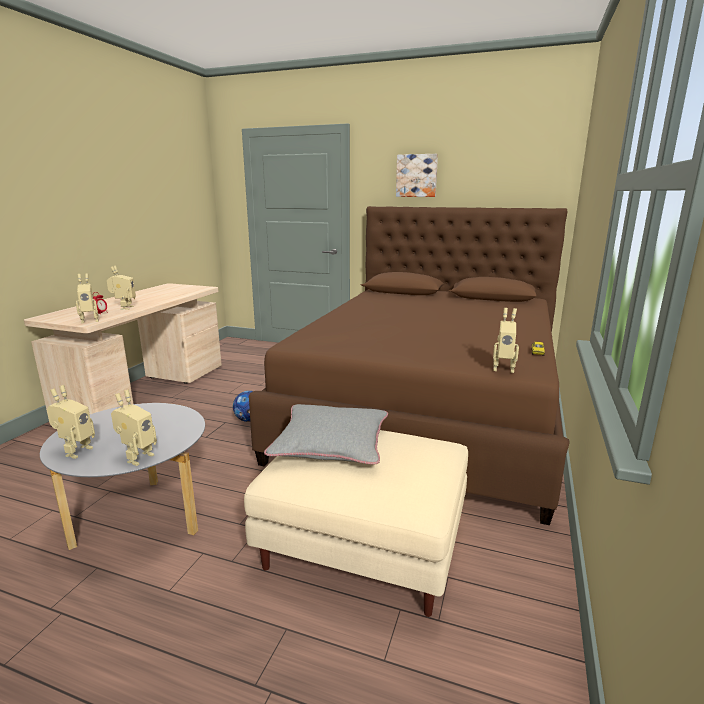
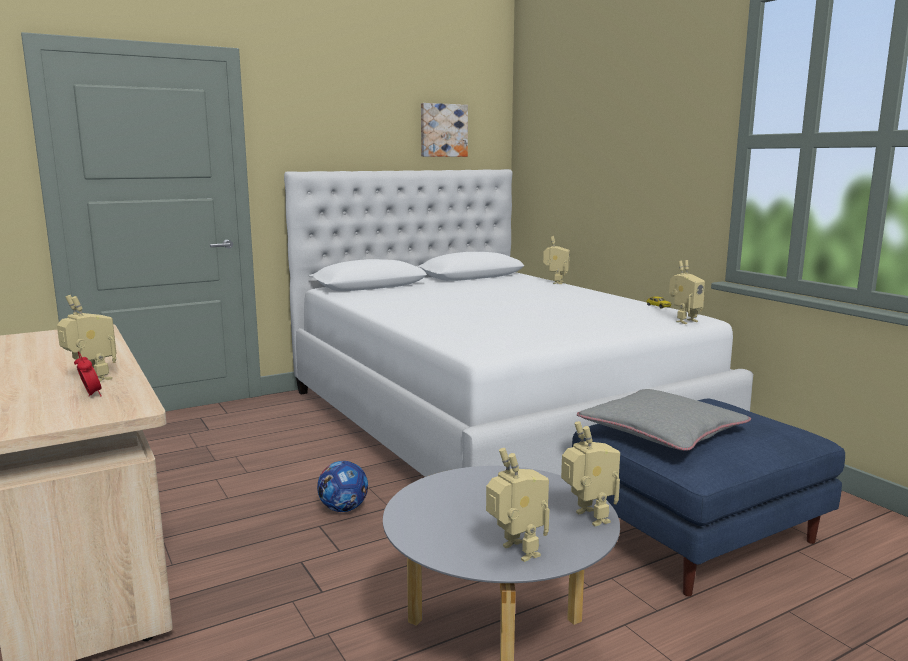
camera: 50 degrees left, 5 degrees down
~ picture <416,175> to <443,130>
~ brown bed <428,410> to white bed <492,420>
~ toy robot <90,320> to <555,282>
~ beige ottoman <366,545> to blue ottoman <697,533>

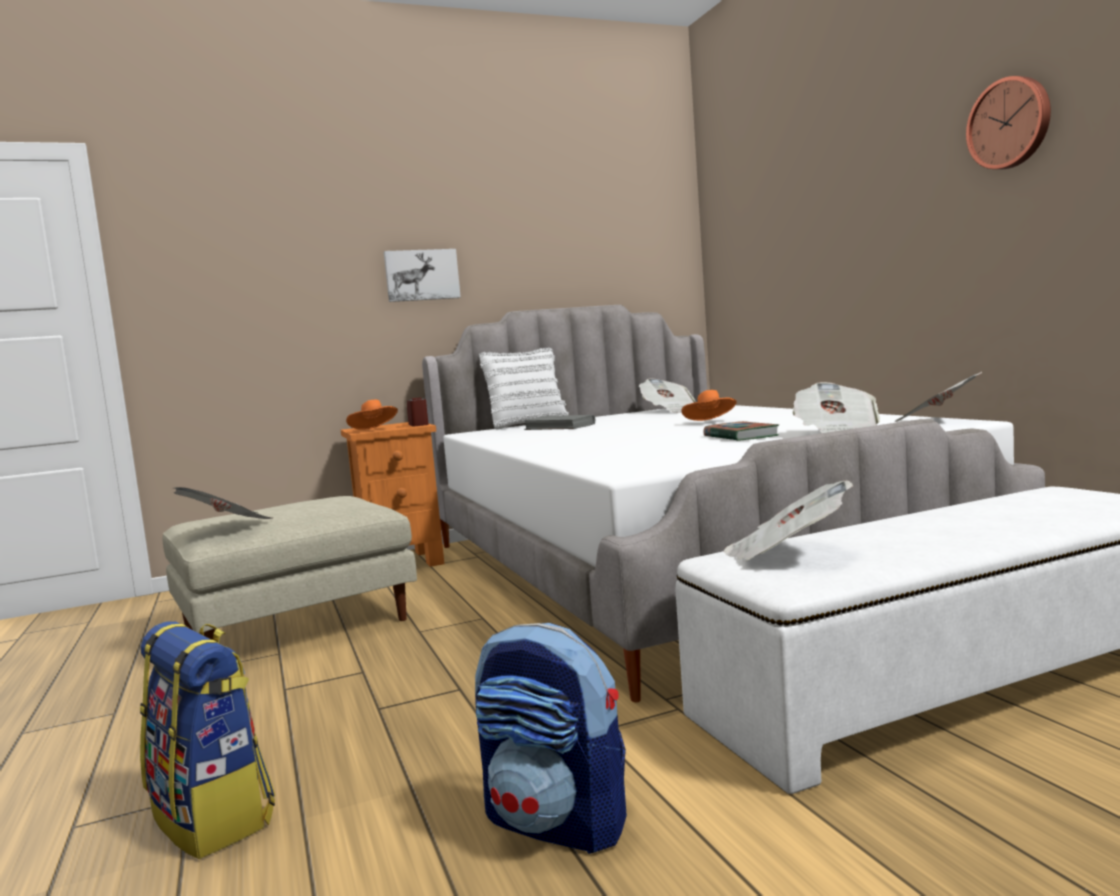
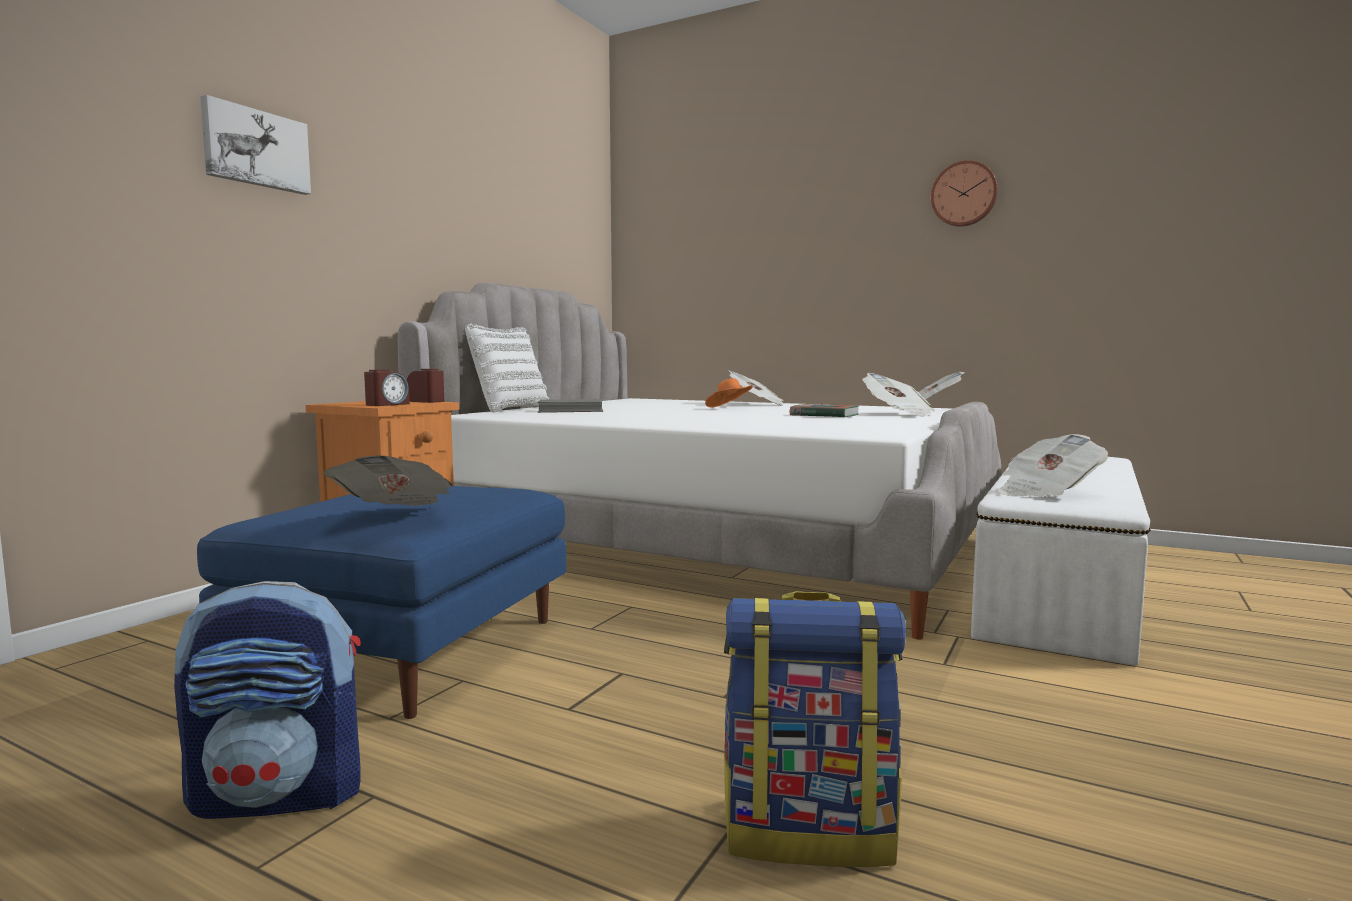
camera: 40 degrees left, 0 degrees up
~ picture <422,275> to <255,148>
~ newspaper <669,411> to <757,404>
~ orange hat <374,430> to alarm clock <387,404>
~ beige ottoman <298,624> to blue ottoman <409,649>
~ backpack <558,822> to <281,795>

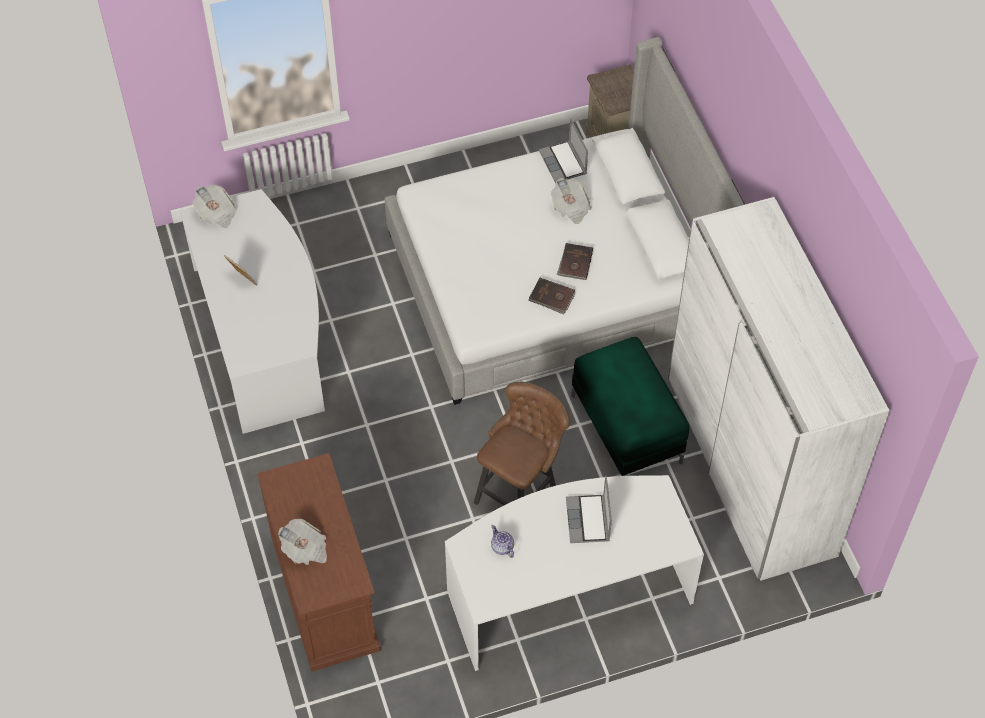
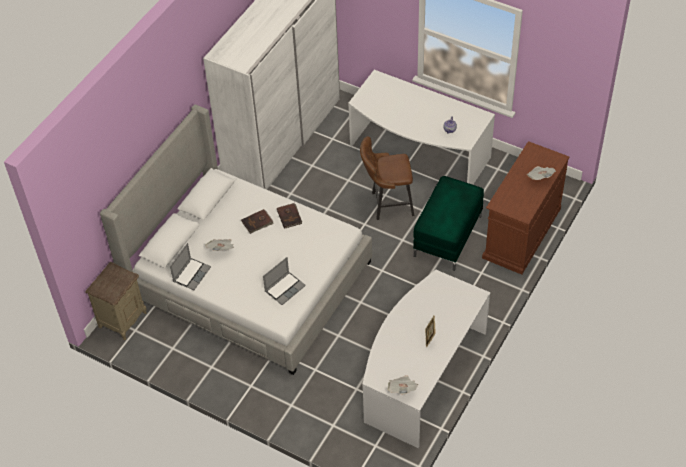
camera: 130 degrees left, 5 degrees down
~ green ottoman <627,429> to <447,235>
~ laptop <588,520> to <285,288>

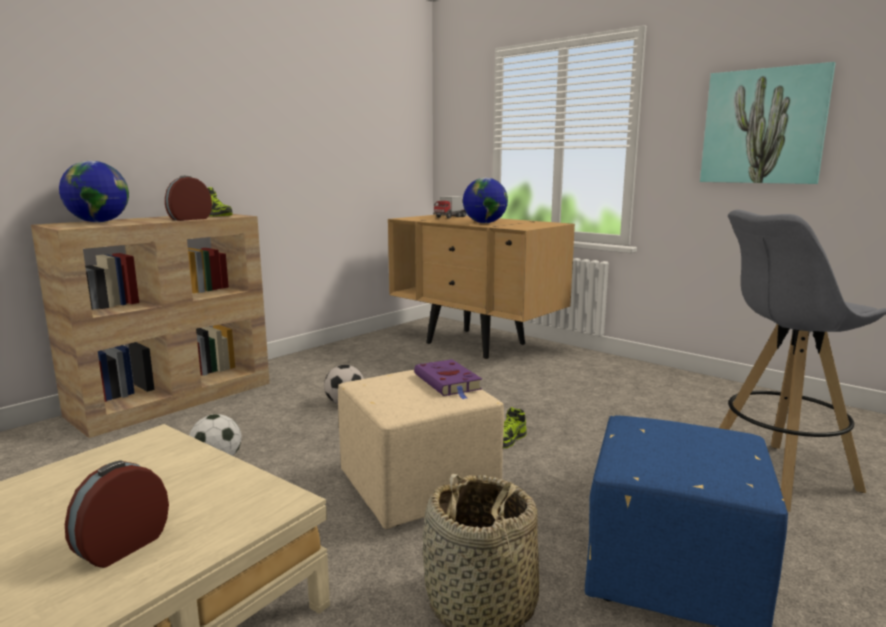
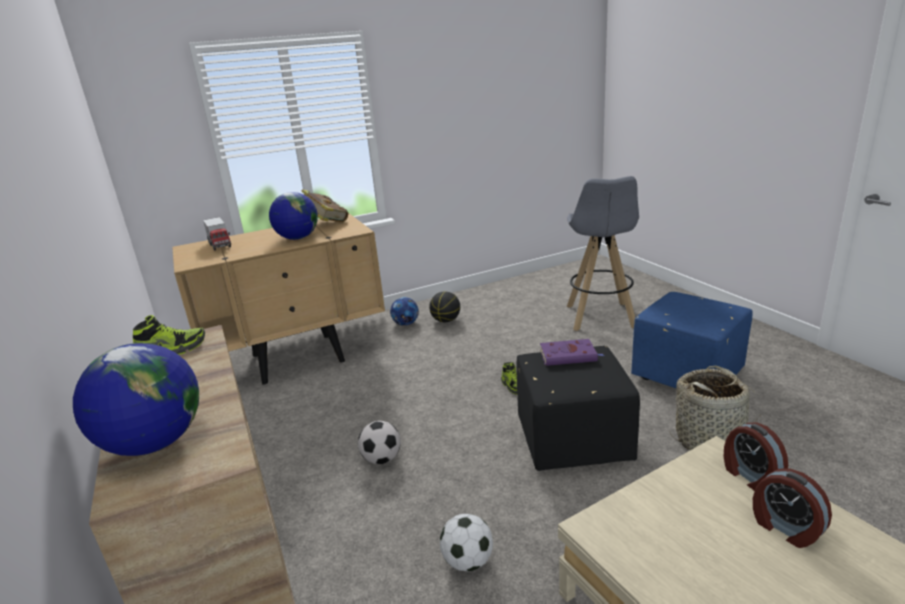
camera: 65 degrees left, 10 degrees up
- picture <763,126>
~ alarm clock <189,219> to <750,476>
~ beige ottoman <420,490> to black ottoman <573,440>
+ book <326,223>
+ basketball <445,320>
+ football <406,324>

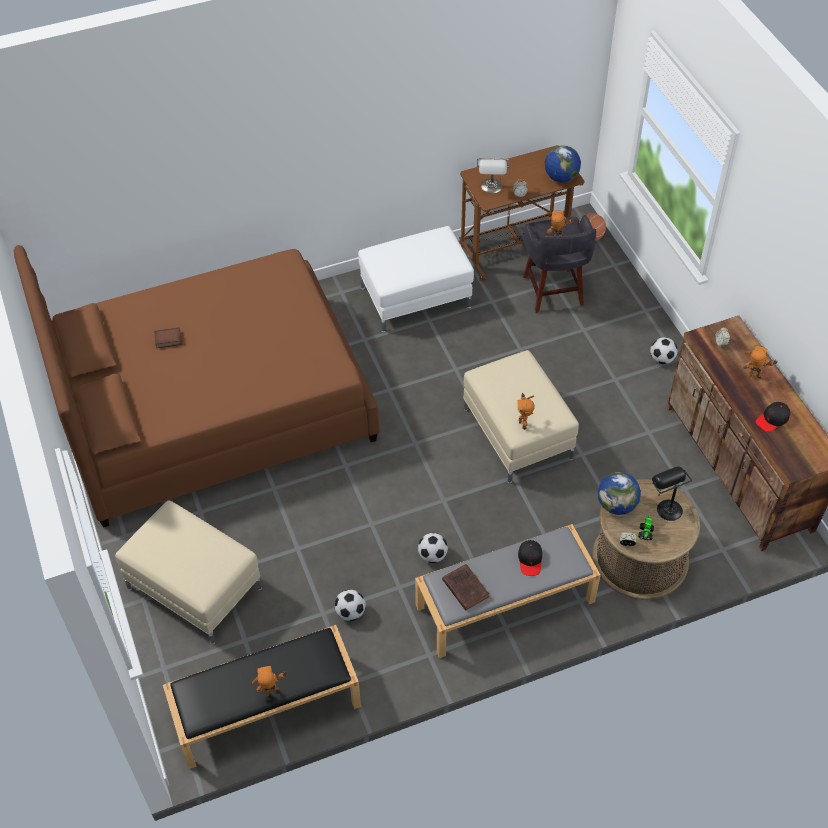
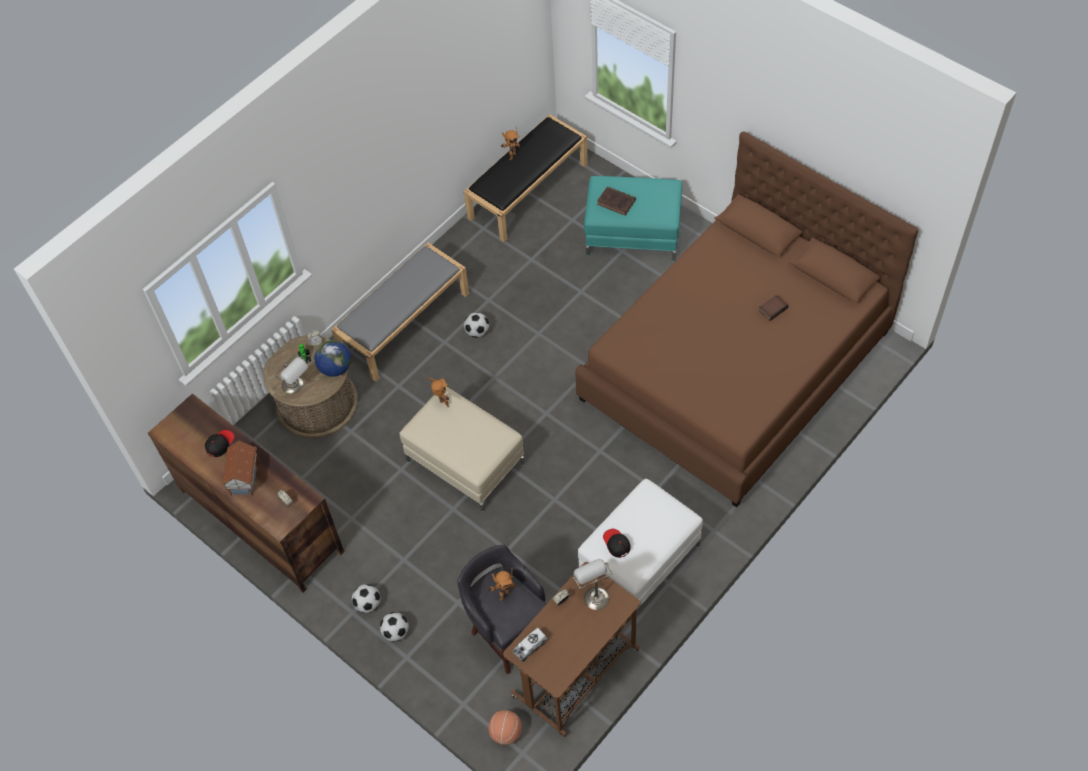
camera: 155 degrees right, 5 degrees up
~ globe <561,177> to toy truck <530,647>
~ toy robot <755,378> to toy house <245,478>
~ black table lamp <666,506> to white table lamp <296,386>
~ beige ottoman <193,588> to turquoise ottoman <633,233>
~ black cap <530,560> to <616,544>
~ brown book <464,587> to <617,203>
~ football <350,612> to <396,632>

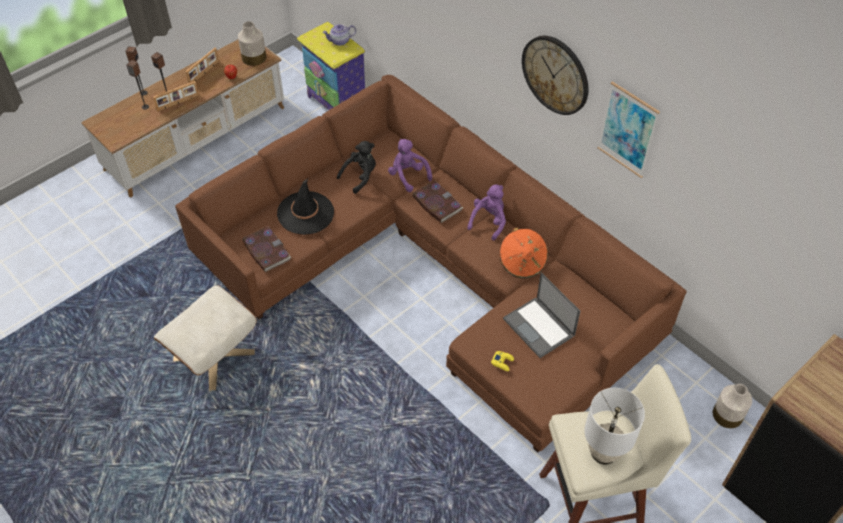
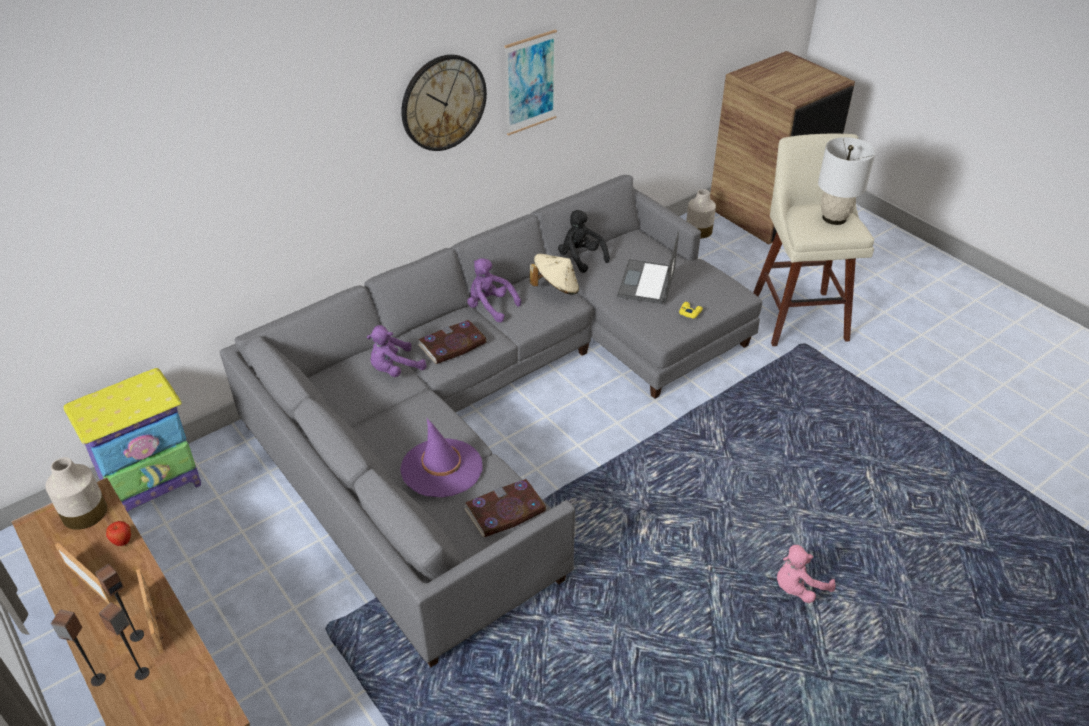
camera: 85 degrees left, 10 degrees down
- teapot <340,41>
~ brown sofa <433,265> to grey sofa <497,402>
~ black plush toy <360,176> to <580,258>
~ black hat <305,213> to purple hat <441,468>
~ orange hat <522,263> to beige hat <556,288>
~ laptop <539,327> = <646,283> 135 degrees clockwise
- beige ottoman <214,355>
+ pink plush toy <798,587>

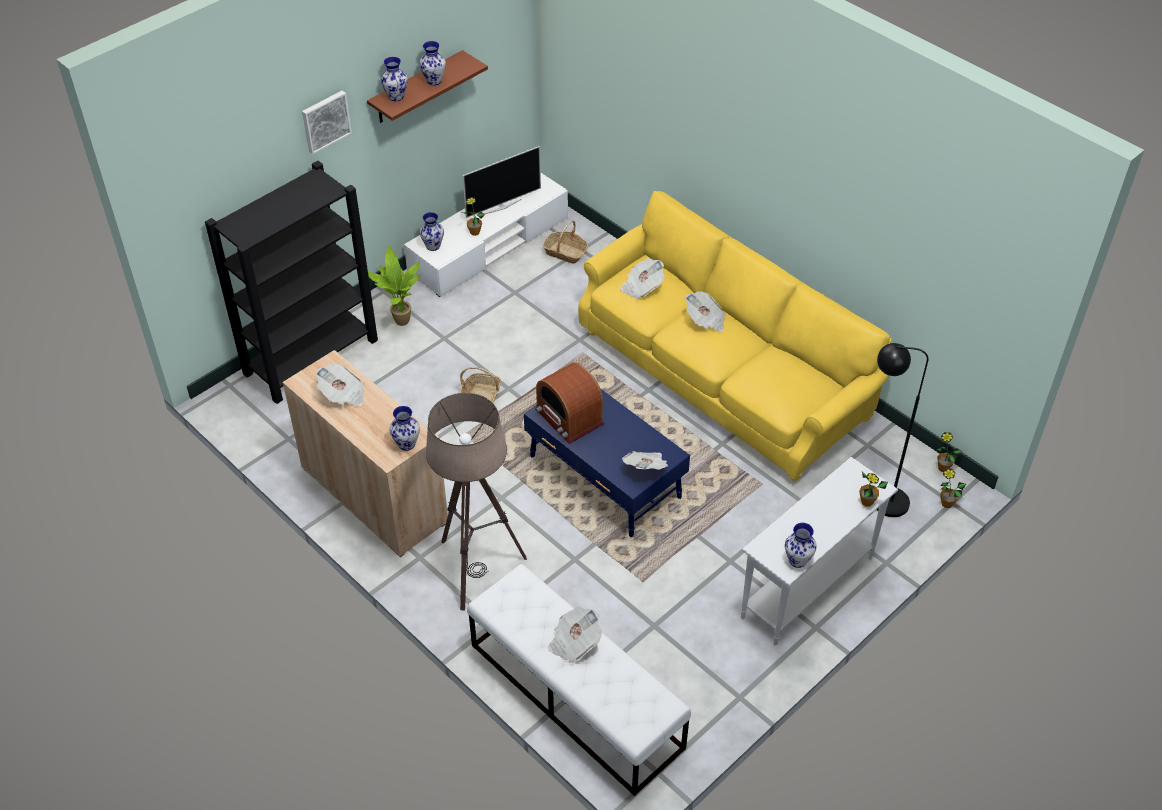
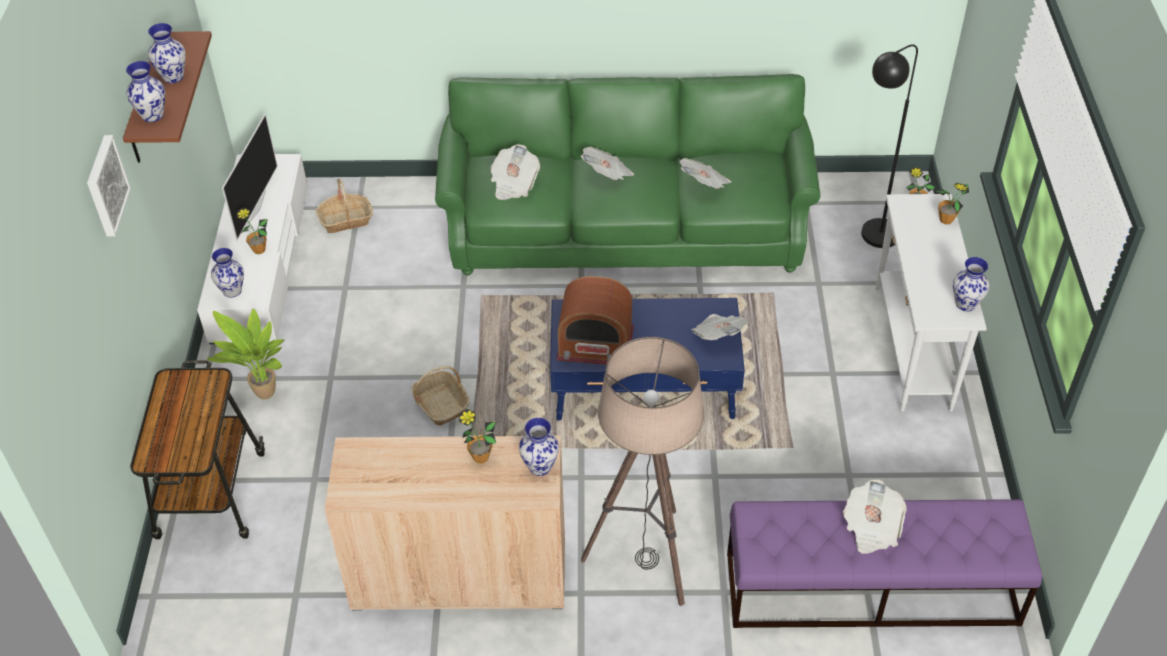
camera: 45 degrees left, 0 degrees up
~ black bookcase <311,356> to cart <210,497>
~ yellow sofa <723,374> to green sofa <625,228>
~ newspaper <343,395> to <704,184>
~ potted plant <943,468> to <480,457>
~ white bench <575,695> to purple bench <870,589>

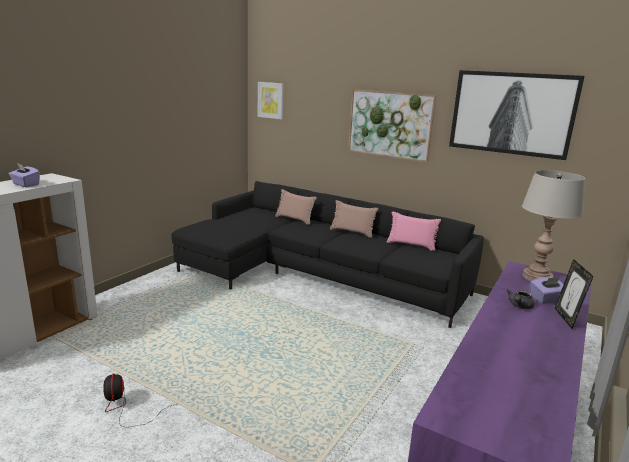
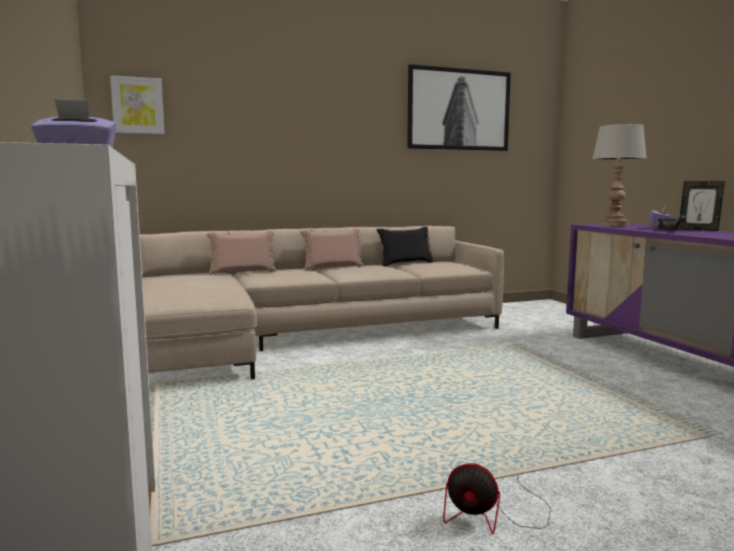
camera: 50 degrees left, 10 degrees down
- picture <390,124>
~ black sofa <316,274> to beige sofa <302,337>
~ pink pillow <411,245> to black pillow <405,263>

